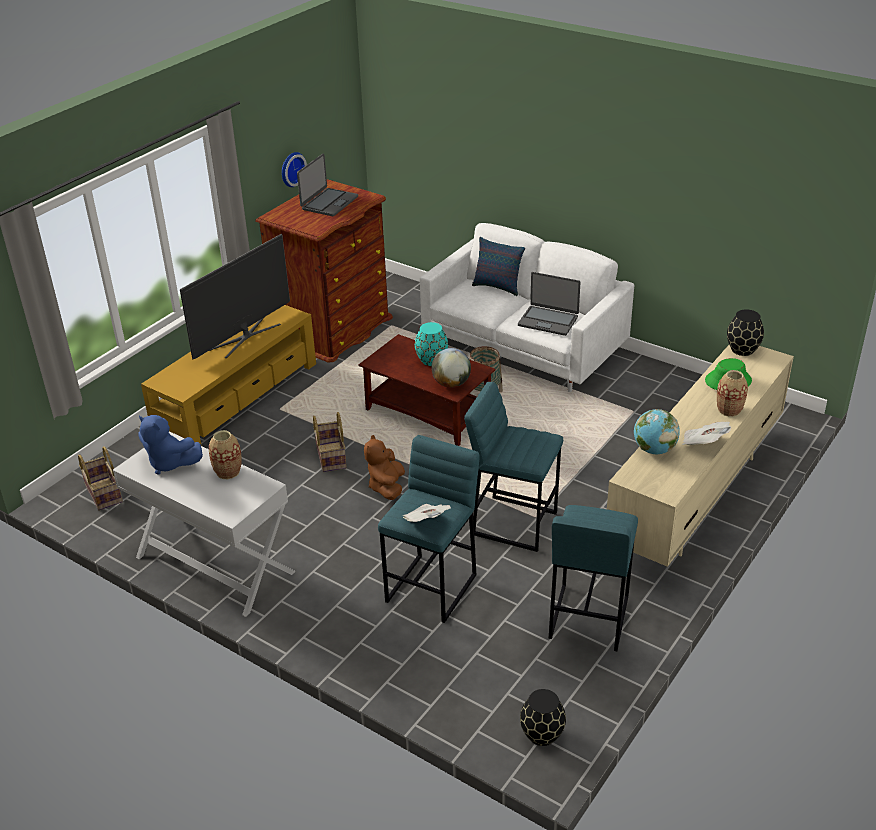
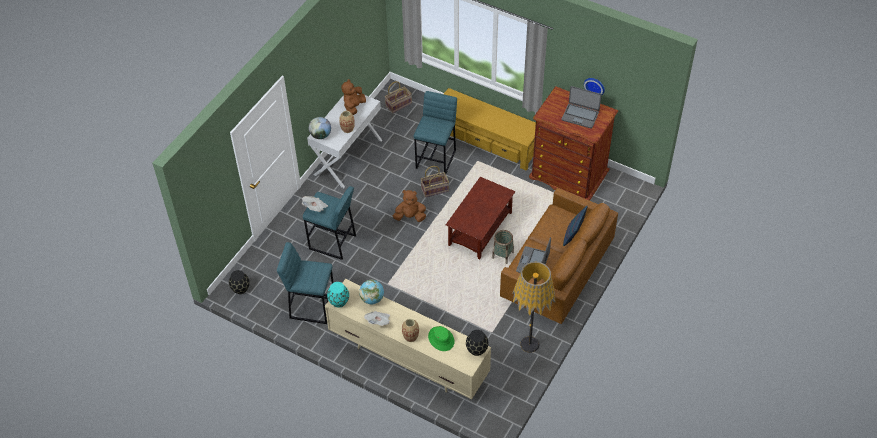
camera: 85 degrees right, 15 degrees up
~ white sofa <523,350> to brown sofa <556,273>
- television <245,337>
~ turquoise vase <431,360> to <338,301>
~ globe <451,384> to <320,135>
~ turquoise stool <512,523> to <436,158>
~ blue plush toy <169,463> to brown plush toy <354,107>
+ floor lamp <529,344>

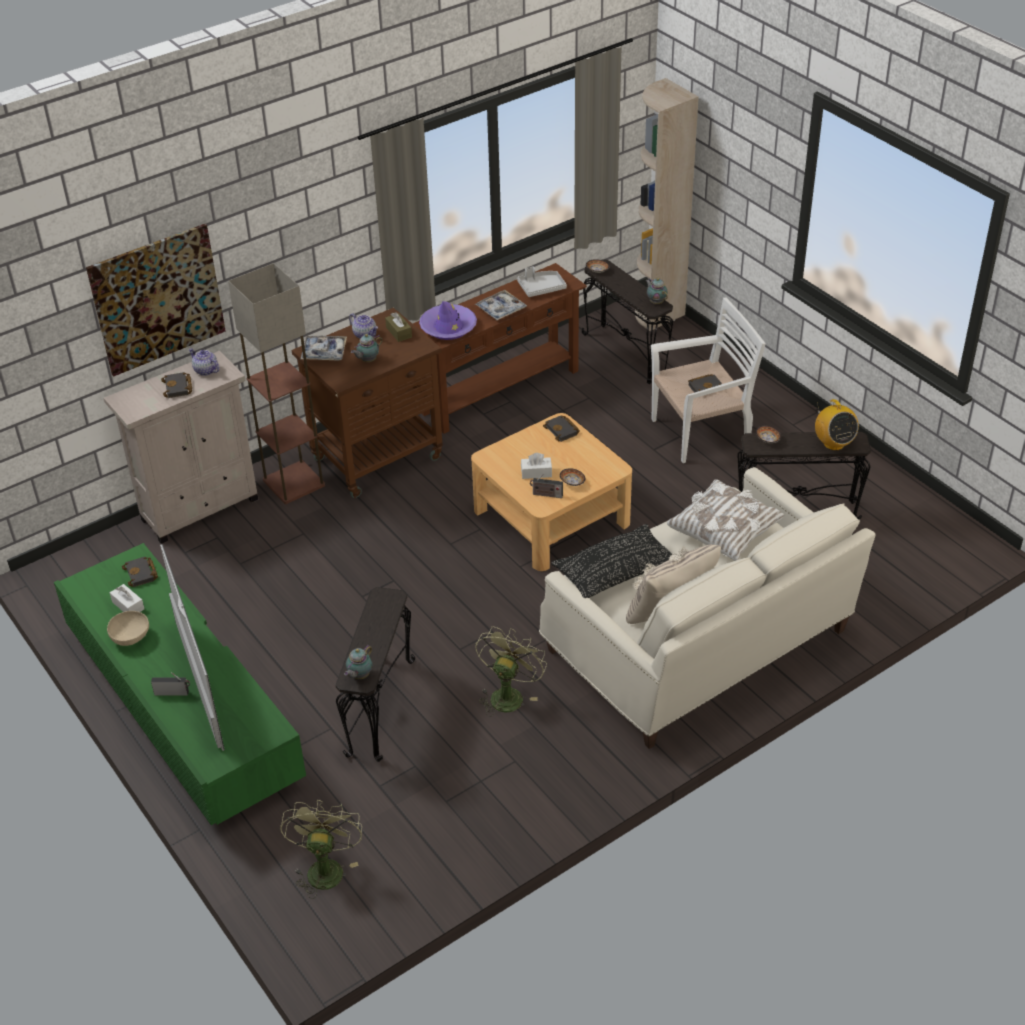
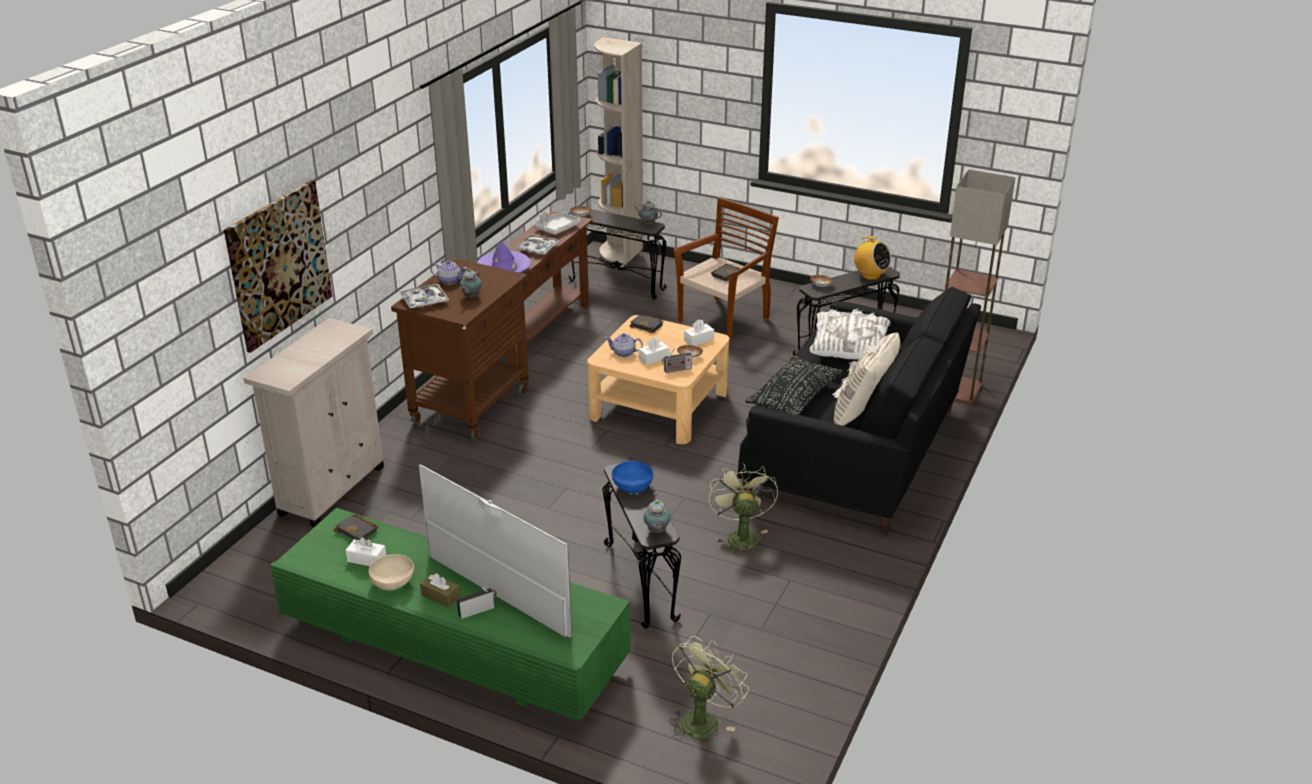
camera: 30 degrees left, 10 degrees down
~ floor lamp <293,483> to <957,390>
~ white armchair <701,432> to brown armchair <724,319>
~ brown tissue box <399,332> to <440,596>
~ teapot <205,370> to <623,353>
- black book <178,388>
~ white sofa <700,644> to black sofa <856,453>
~ green fan <324,867> = <703,719> 60 degrees clockwise
+ white tissue box <699,340>
+ blue bowl <632,486>

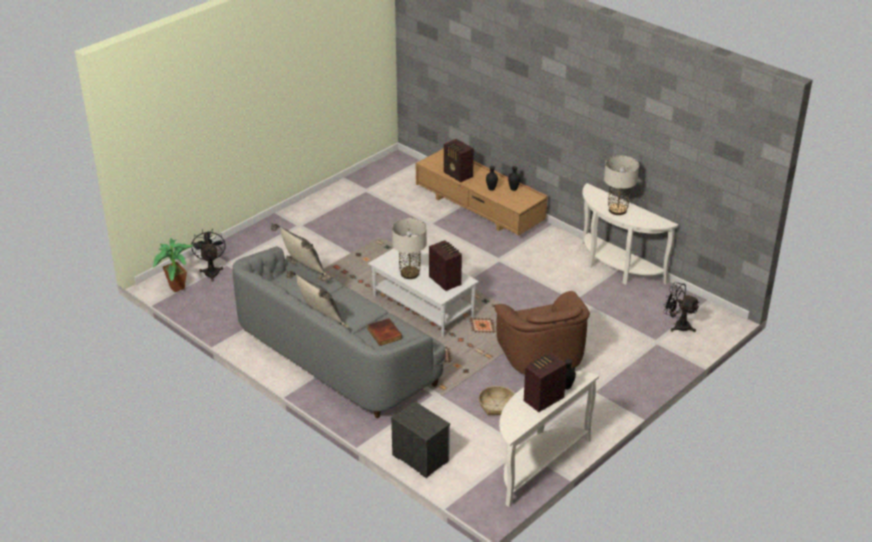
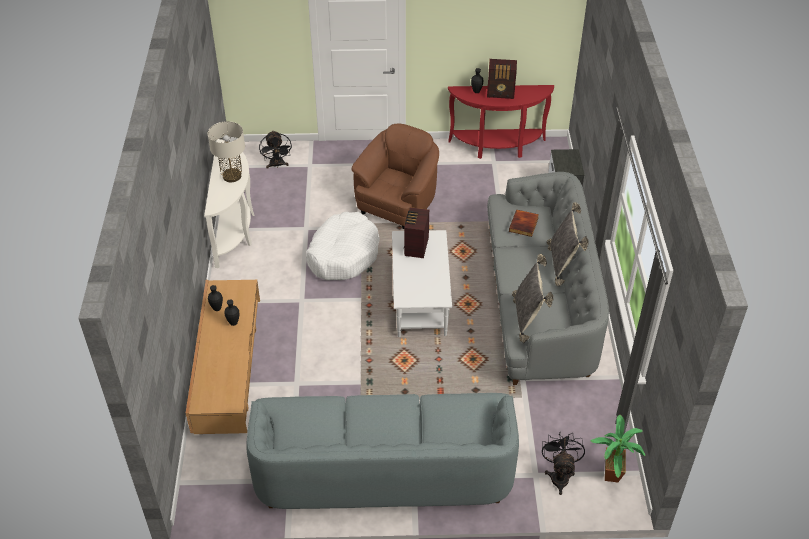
camera: 135 degrees left, 10 degrees up
- radio <458,175>
- table lamp <409,273>
~ black fan <211,271> = <559,475> 150 degrees clockwise
~ white console table <537,464> to red console table <497,148>
- basket <496,405>
+ white dog bed <343,254>
+ grey sofa <383,469>

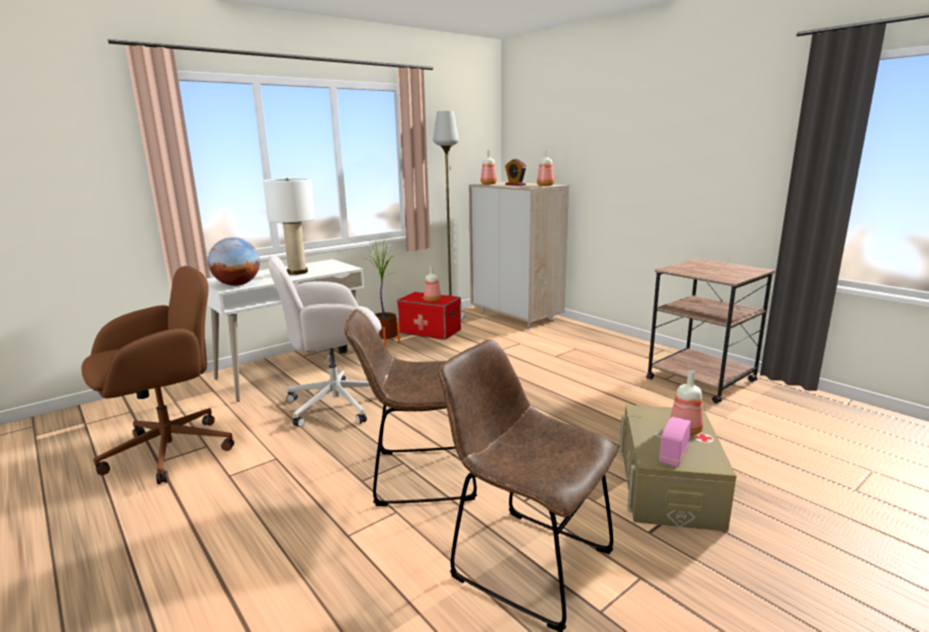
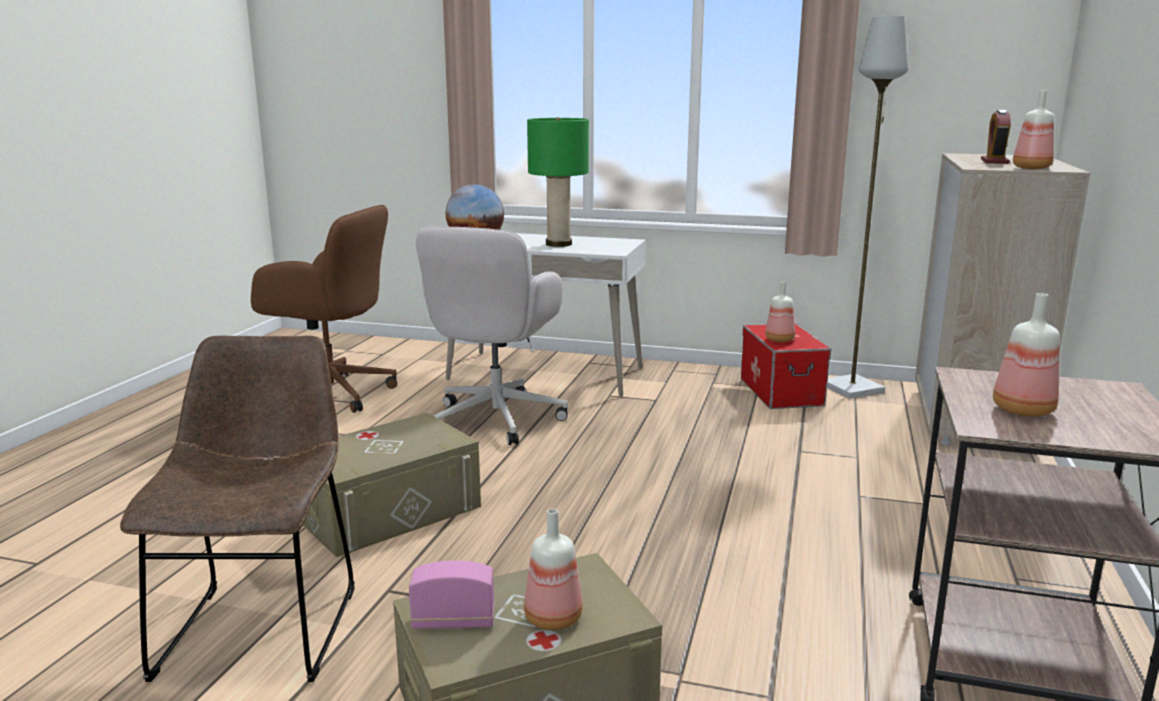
camera: 55 degrees right, 0 degrees up
~ bottle <488,184> to <1020,410>
~ white table lamp <297,272> to green table lamp <558,244>
- potted plant <385,344>
~ white office chair <336,404> = <496,419> 105 degrees counterclockwise
~ brown chair <417,475> to beige storage box <388,511>

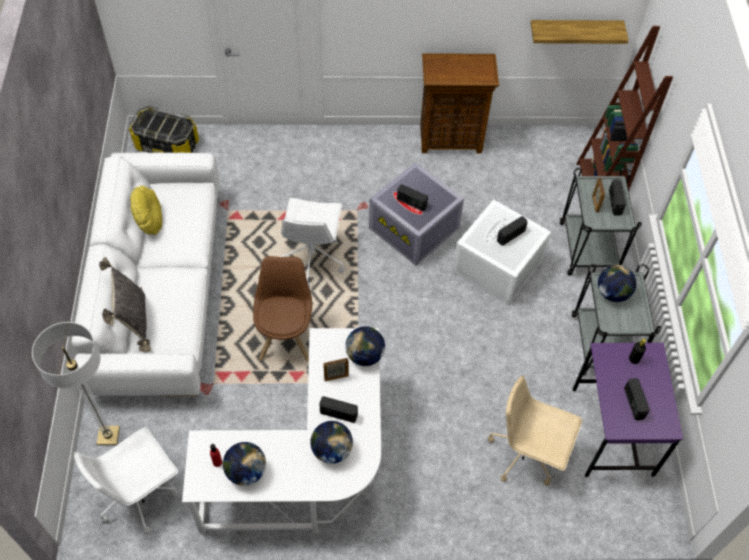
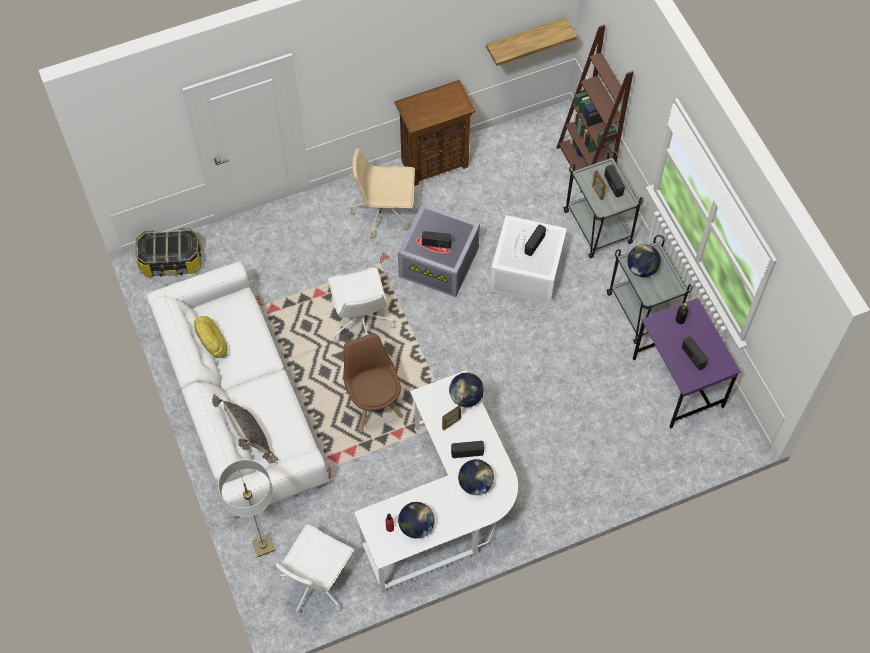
camera: 20 degrees left, 5 degrees up
~ beige office chair <528,455> to <385,214>

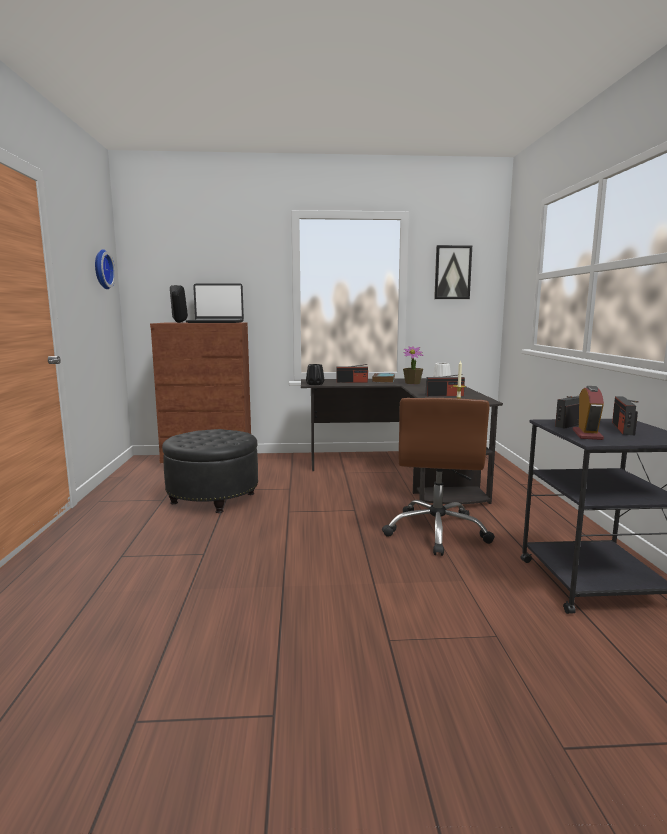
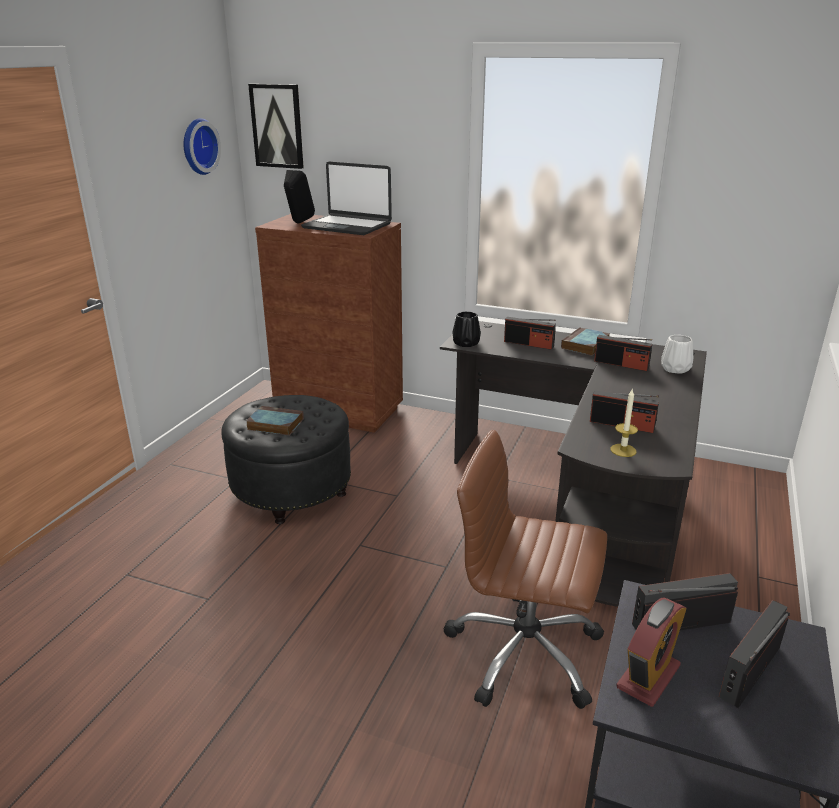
camera: 25 degrees right, 15 degrees up
~ picture <452,272> to <277,126>
~ potted plant <412,383> to radio <621,364>
~ brown office chair <437,532> = <523,652> 75 degrees clockwise
+ book <274,424>

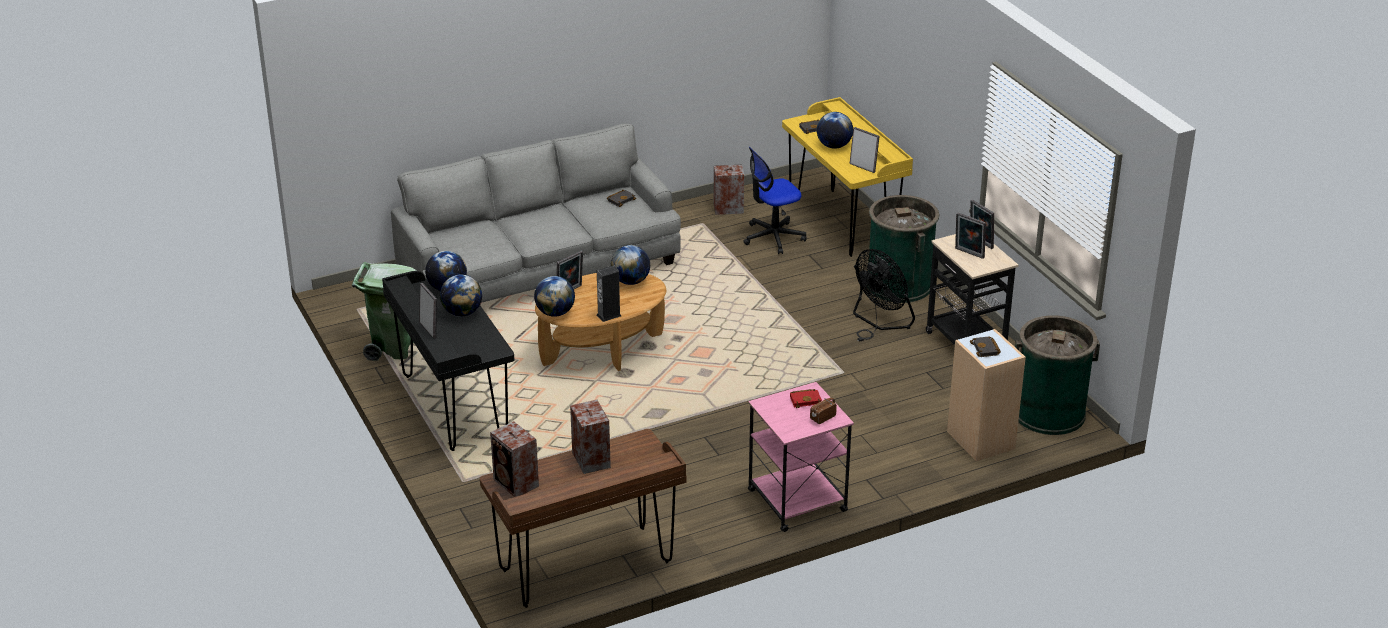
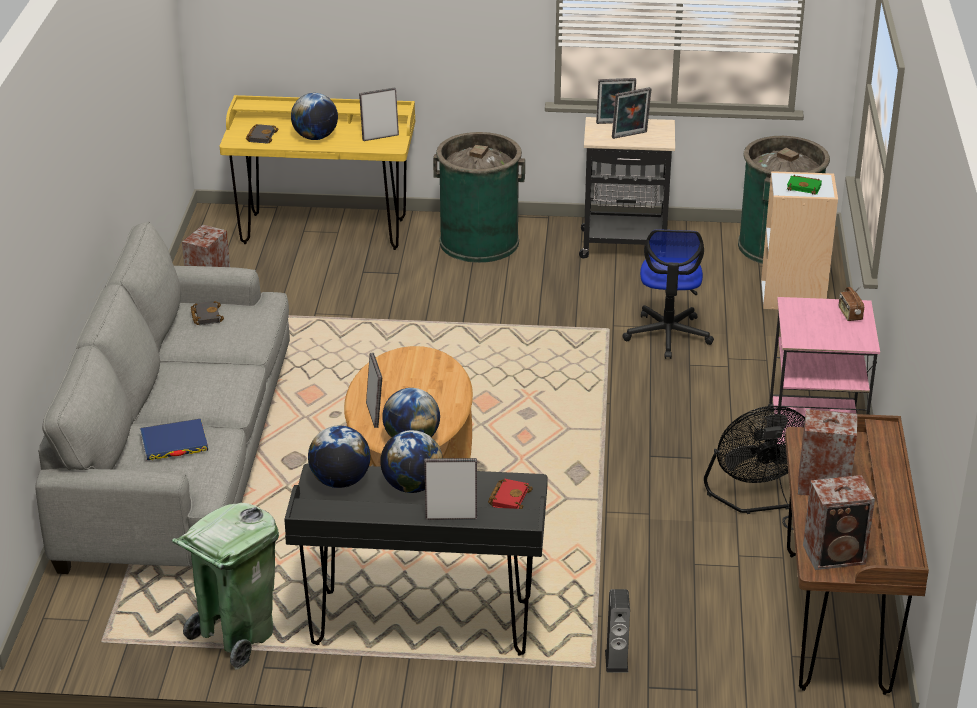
camera: 60 degrees left, 0 degrees up
~ office chair <773,237> to <668,335>
- globe <631,281>
~ black fan <875,320> to <766,501>
~ speaker <609,315> to <616,661>
~ black book <986,349> to green book <805,187>
~ red book <806,400> to <509,497>
+ blue book <174,443>

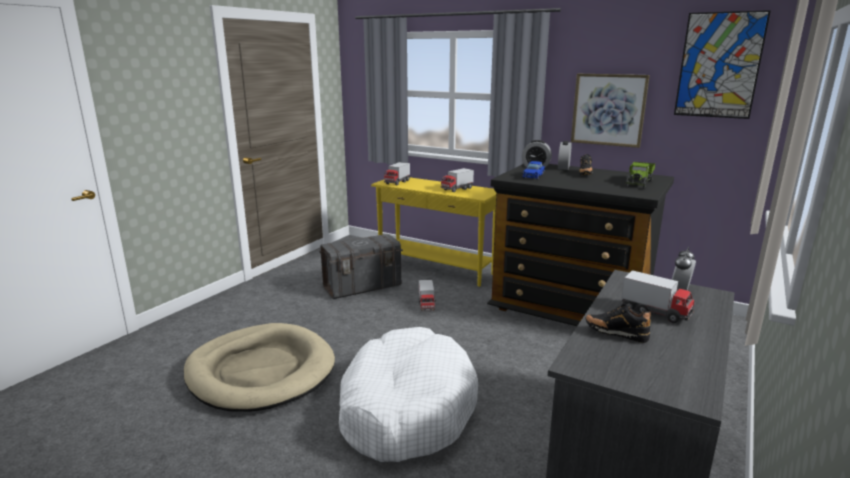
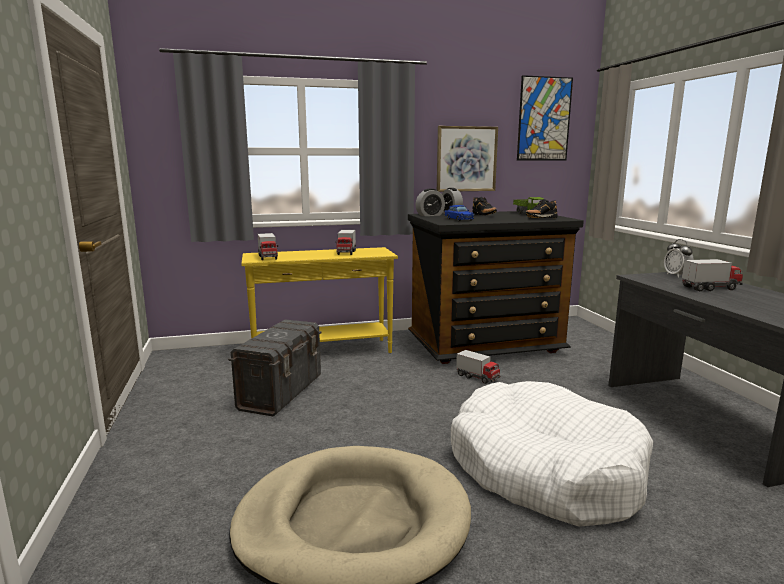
camera: 45 degrees left, 5 degrees down
~ toy truck <426,305> to <477,377>
~ black shoe <615,334> to <540,218>

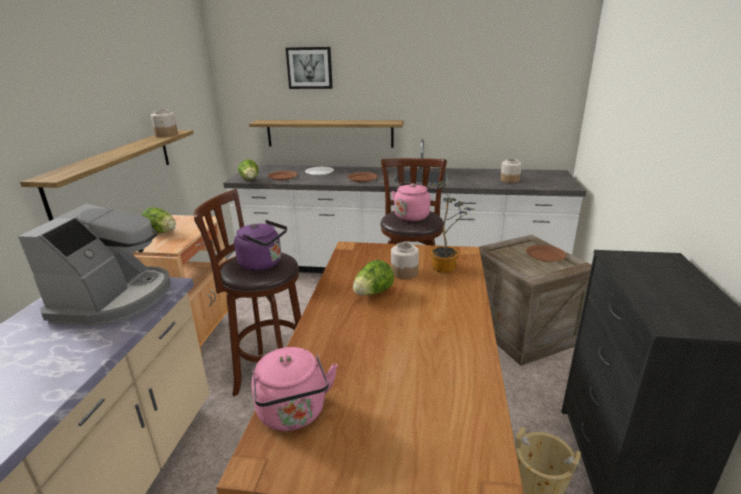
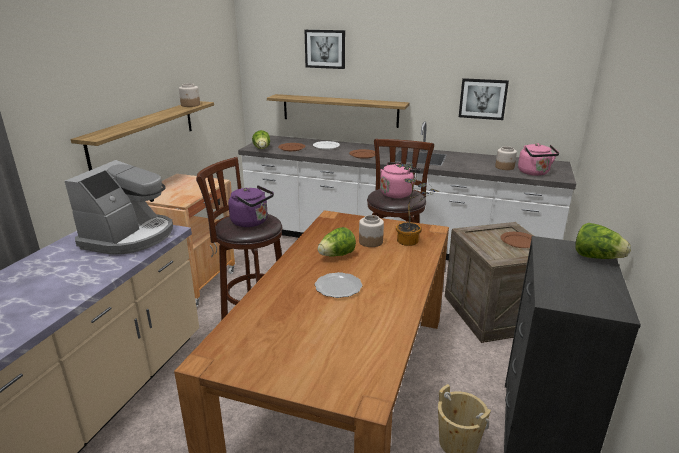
camera: 10 degrees right, 0 degrees up
~ lettuce <161,232> to <596,257>
~ pink kettle <293,414> to <534,173>
+ picture <483,99>
+ plate <338,286>

